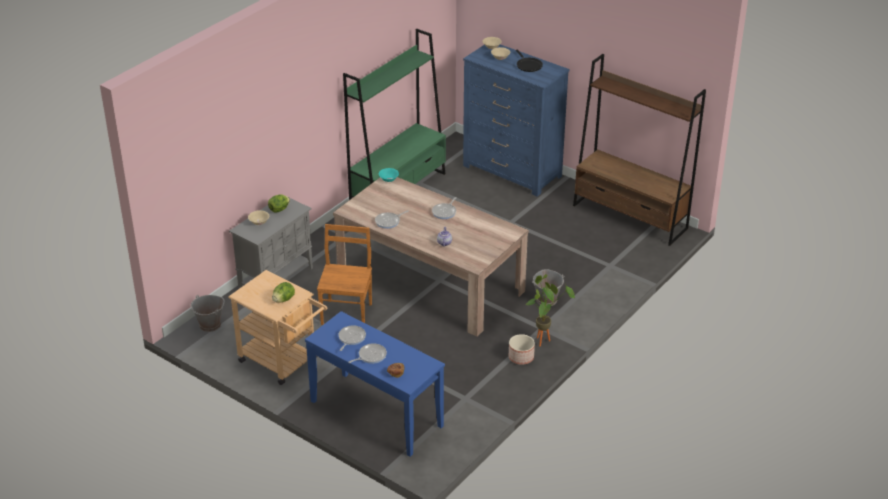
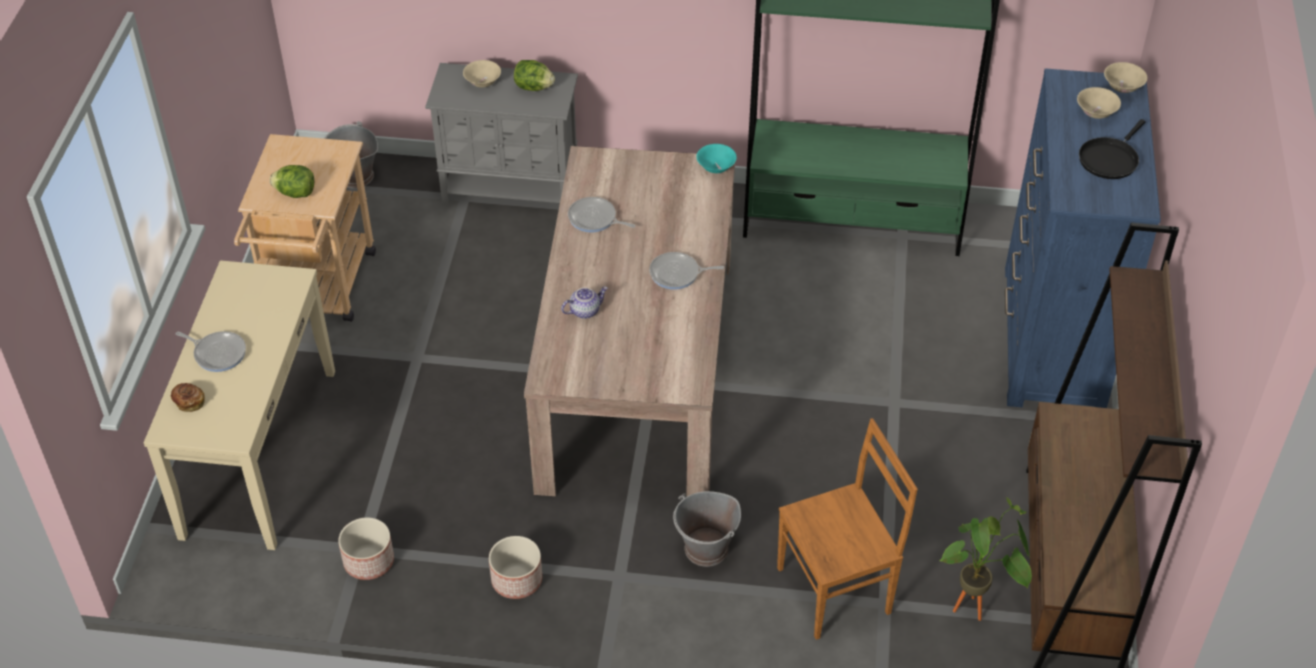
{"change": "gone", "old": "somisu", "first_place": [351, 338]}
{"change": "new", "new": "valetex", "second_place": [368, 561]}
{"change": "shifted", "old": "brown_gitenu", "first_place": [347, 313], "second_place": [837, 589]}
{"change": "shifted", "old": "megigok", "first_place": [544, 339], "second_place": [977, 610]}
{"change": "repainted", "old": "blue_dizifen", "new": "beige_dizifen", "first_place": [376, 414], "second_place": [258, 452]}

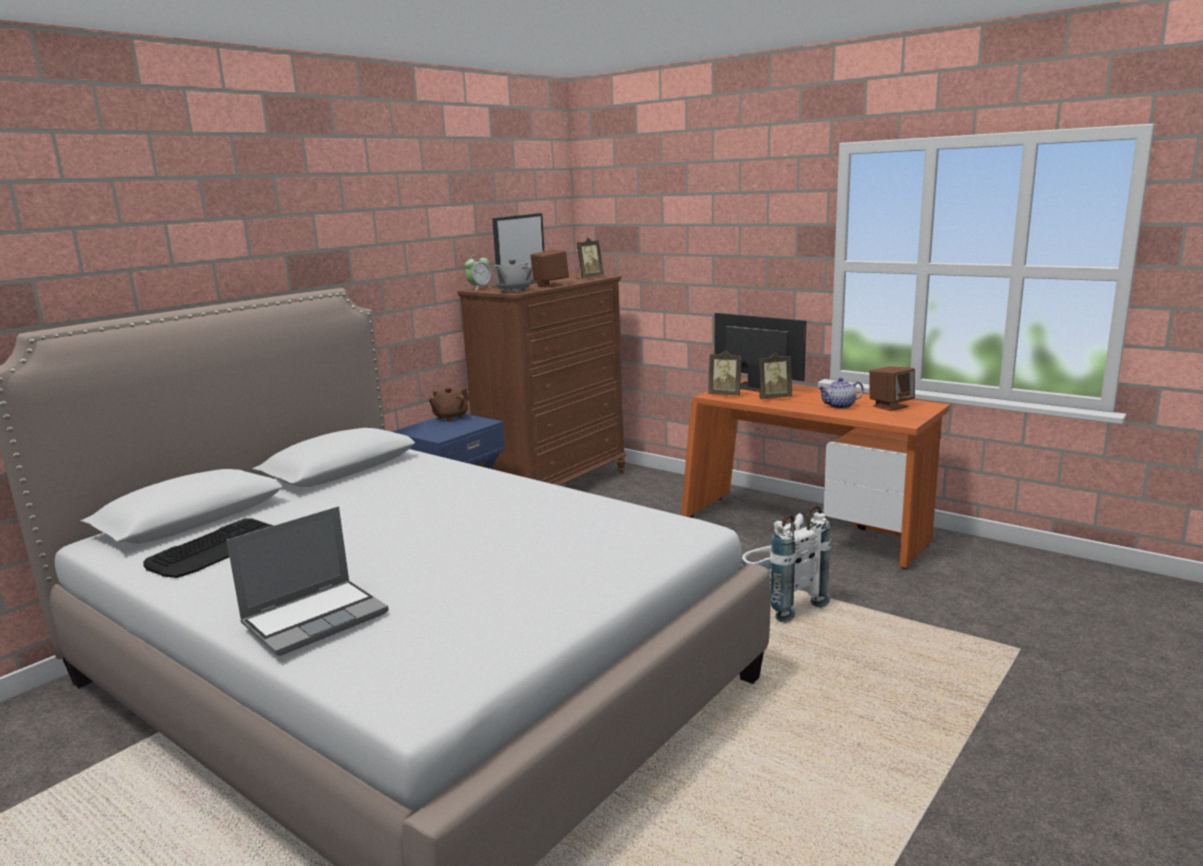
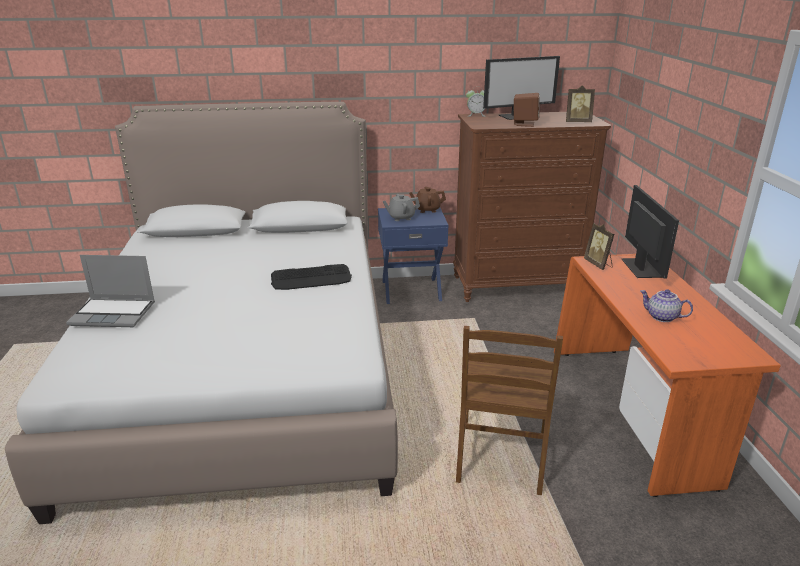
{"change": "gone", "old": "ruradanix", "first_place": [773, 398]}
{"change": "gone", "old": "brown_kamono", "first_place": [890, 406]}
{"change": "shifted", "old": "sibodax", "first_place": [215, 549], "second_place": [311, 278]}
{"change": "shifted", "old": "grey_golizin", "first_place": [514, 291], "second_place": [401, 217]}
{"change": "swapped", "old": "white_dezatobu", "new": "brown_gitenu", "first_place": [780, 603], "second_place": [501, 457]}

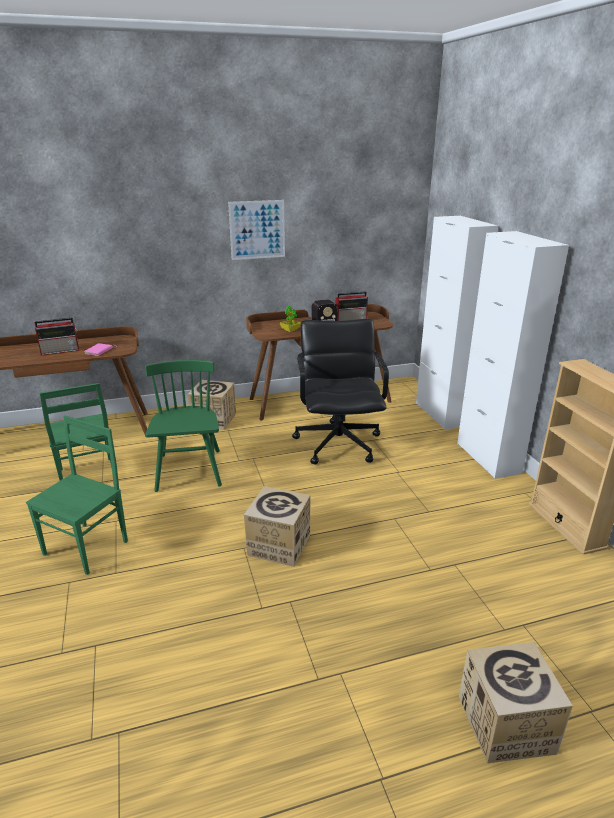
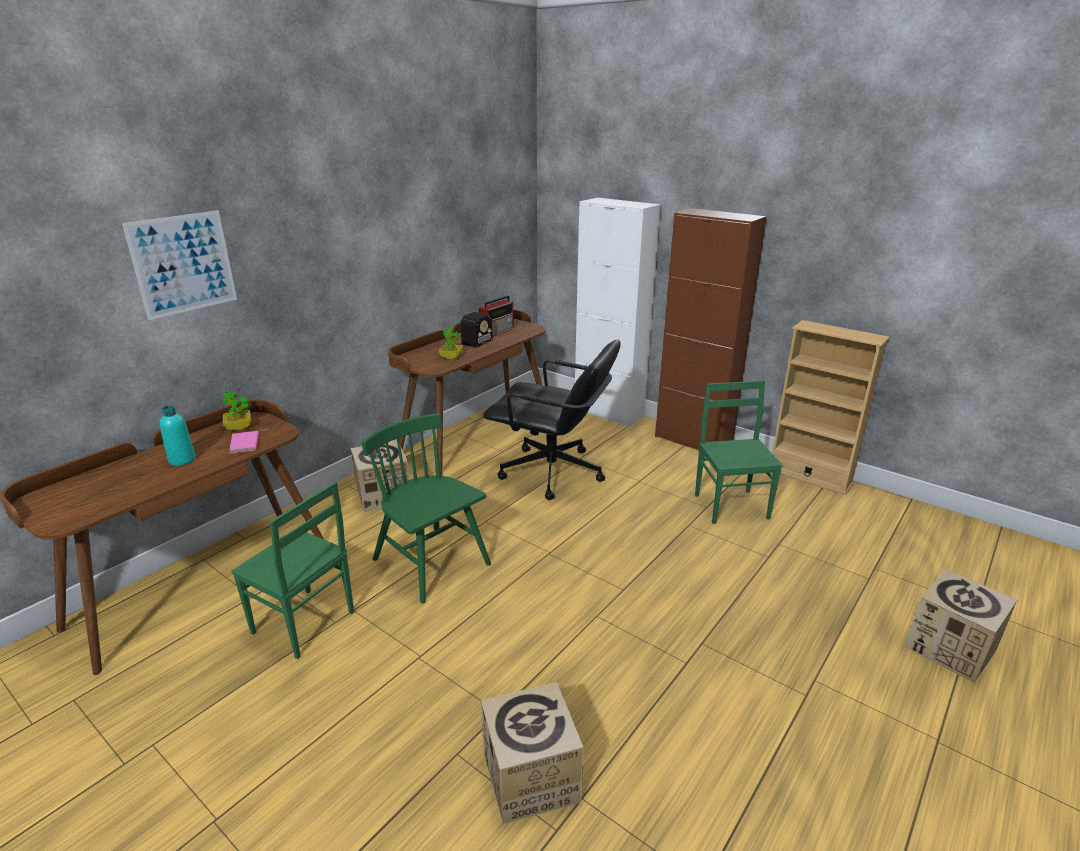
{"change": "new", "new": "megigok", "second_place": [239, 427]}
{"change": "shifted", "old": "green_gitenu", "first_place": [88, 547], "second_place": [731, 506]}
{"change": "shifted", "old": "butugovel", "first_place": [257, 230], "second_place": [183, 264]}
{"change": "shifted", "old": "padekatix", "first_place": [279, 545], "second_place": [530, 777]}
{"change": "swapped", "old": "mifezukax", "new": "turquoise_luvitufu", "first_place": [61, 351], "second_place": [182, 460]}
{"change": "repainted", "old": "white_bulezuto", "new": "brown_bulezuto", "first_place": [488, 458], "second_place": [693, 441]}
{"change": "rotated", "old": "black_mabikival", "first_place": [339, 443], "second_place": [553, 473], "degrees": 150}

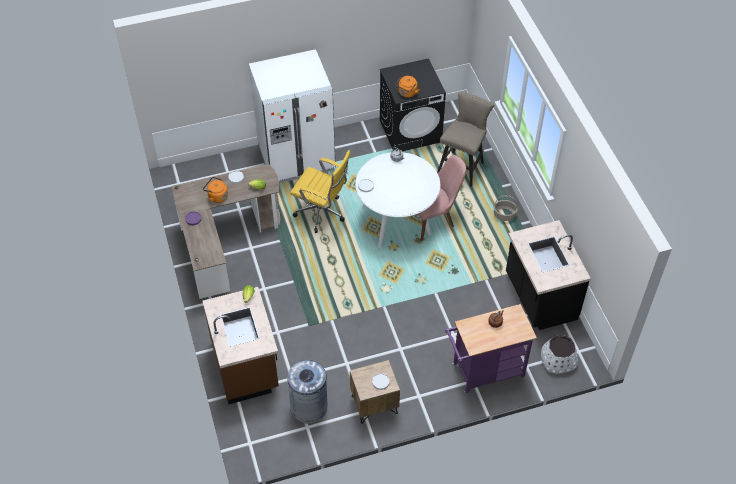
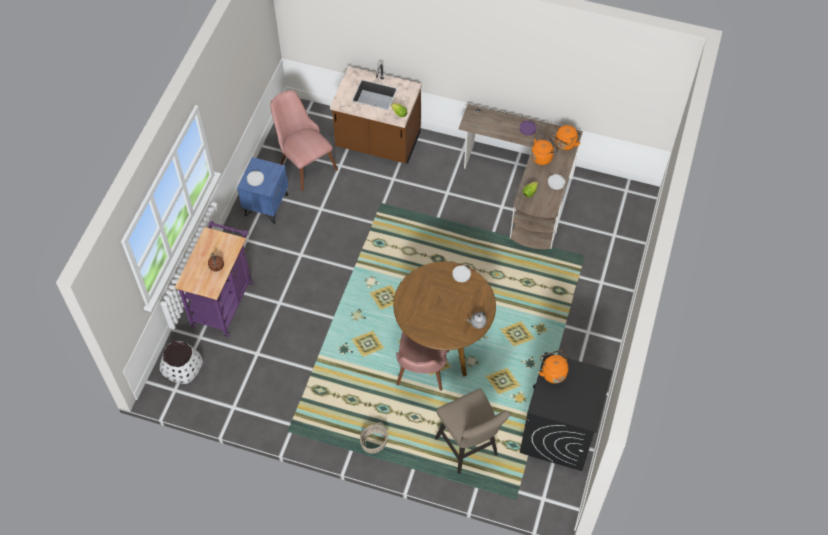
{"change": "gone", "old": "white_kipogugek", "first_place": [296, 158]}
{"change": "gone", "old": "yellow_mabikival", "first_place": [322, 213]}
{"change": "gone", "old": "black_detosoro", "first_place": [539, 297]}
{"change": "new", "new": "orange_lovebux", "second_place": [564, 144]}
{"change": "swapped", "old": "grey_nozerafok", "new": "pink_gitenu", "first_place": [309, 407], "second_place": [304, 162]}
{"change": "repainted", "old": "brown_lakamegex", "new": "blue_lakamegex", "first_place": [374, 405], "second_place": [266, 205]}
{"change": "repainted", "old": "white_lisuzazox", "new": "brown_lisuzazox", "first_place": [396, 221], "second_place": [443, 339]}

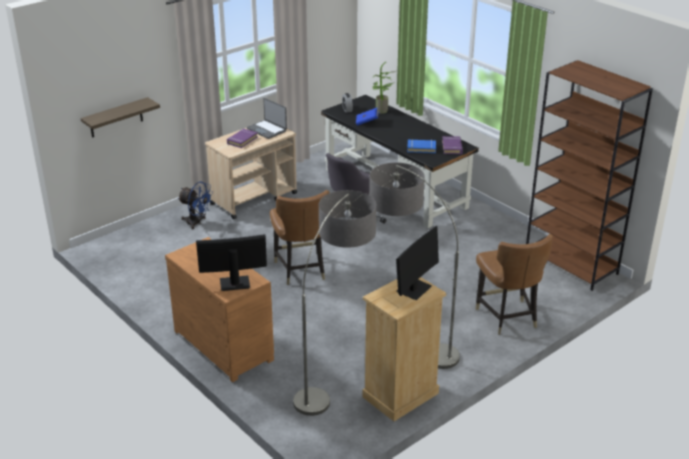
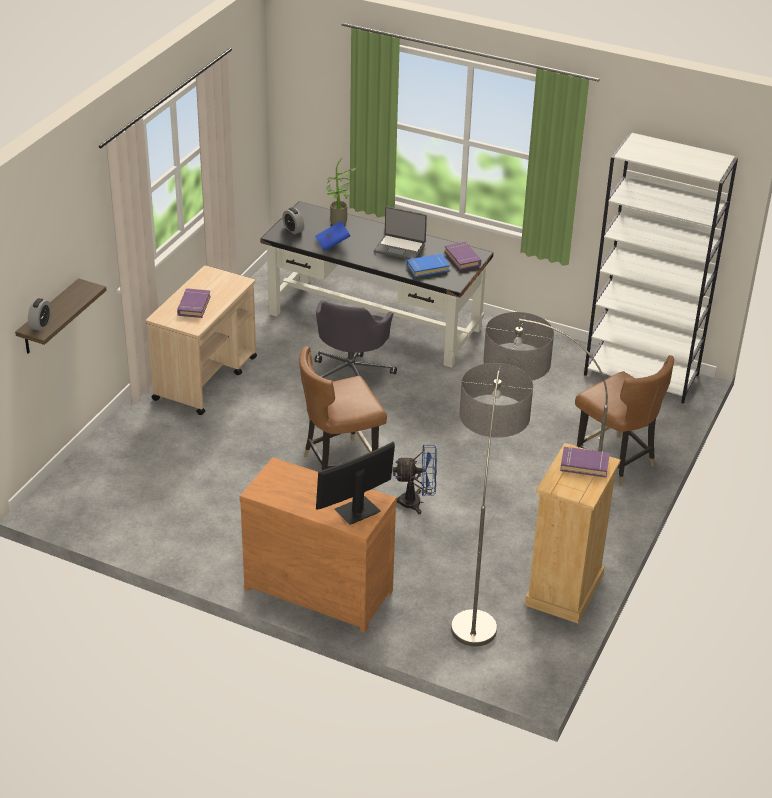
{"change": "new", "new": "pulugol", "second_place": [41, 324]}
{"change": "shifted", "old": "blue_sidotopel", "first_place": [197, 222], "second_place": [416, 502]}
{"change": "shifted", "old": "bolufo", "first_place": [267, 130], "second_place": [400, 248]}
{"change": "swapped", "old": "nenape", "new": "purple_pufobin", "first_place": [414, 289], "second_place": [584, 465]}
{"change": "repainted", "old": "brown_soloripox", "new": "white_soloripox", "first_place": [571, 264], "second_place": [642, 375]}
{"change": "rotated", "old": "brown_gitenu", "first_place": [301, 270], "second_place": [339, 463], "degrees": 105}

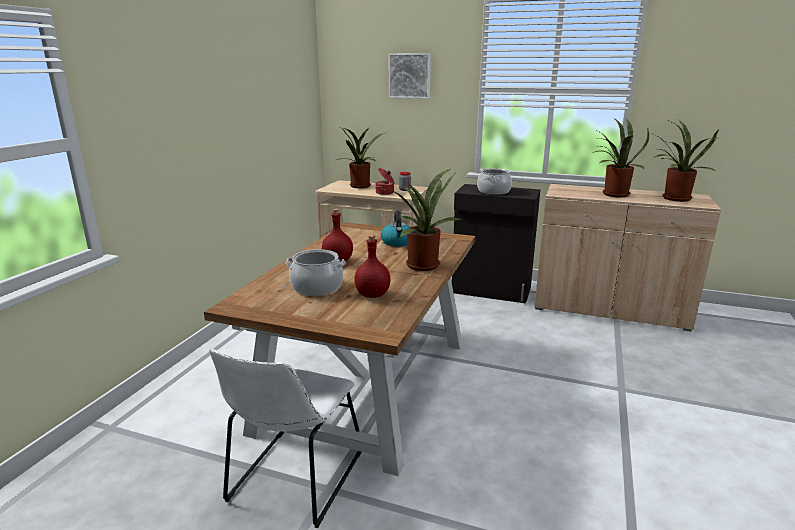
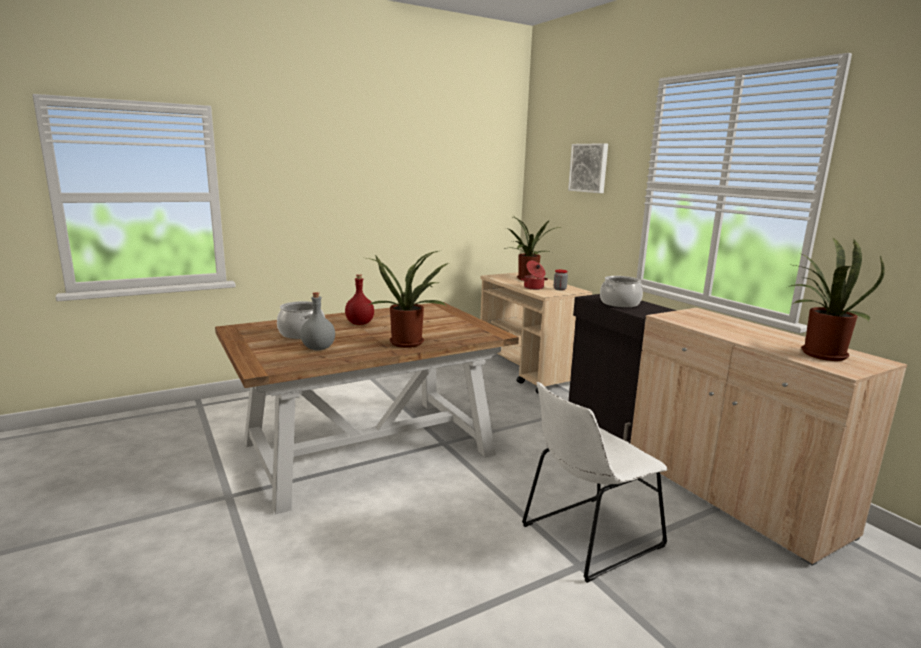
{"change": "gone", "old": "lovebux", "first_place": [398, 242]}
{"change": "gone", "old": "megigok", "first_place": [612, 194]}
{"change": "shifted", "old": "white_gitenu", "first_place": [294, 479], "second_place": [587, 537]}
{"change": "repainted", "old": "red_luvitufu", "new": "grey_luvitufu", "first_place": [372, 295], "second_place": [317, 348]}

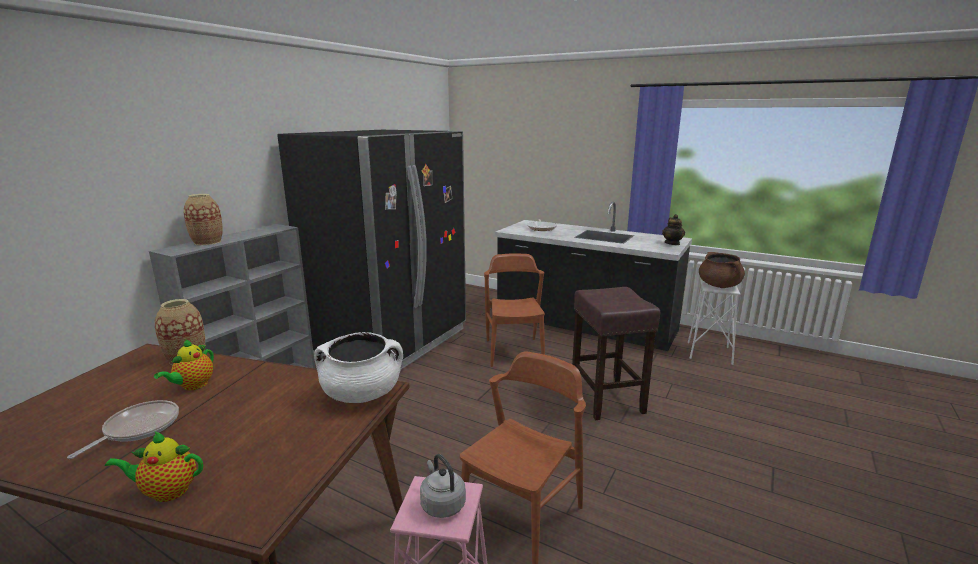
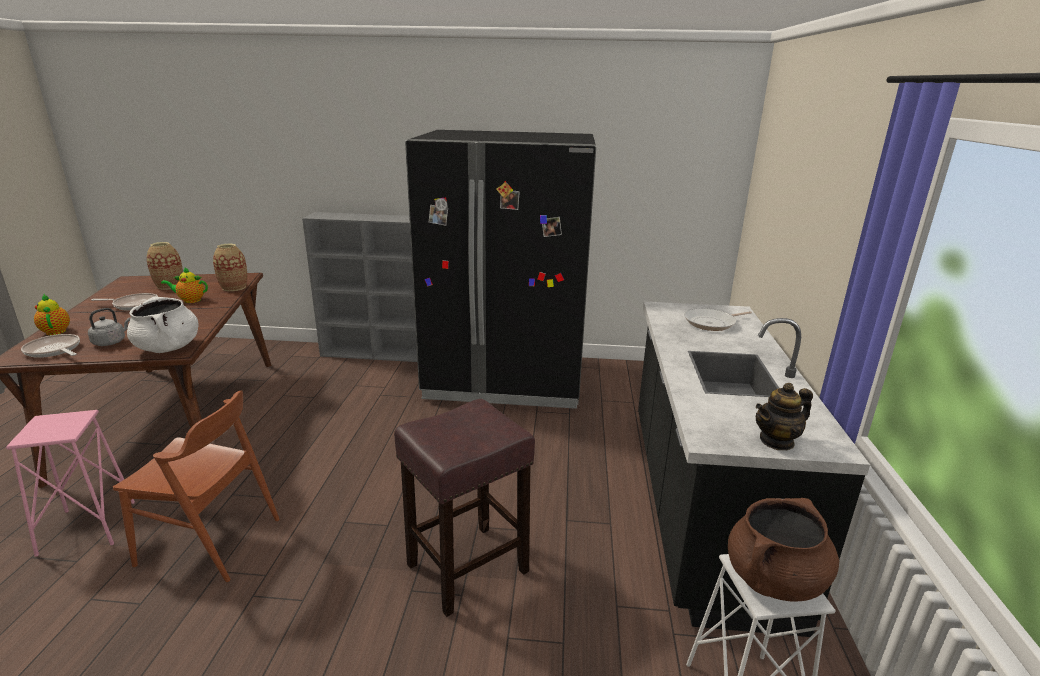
{"change": "gone", "old": "brown_gitenu", "first_place": [514, 352]}
{"change": "new", "new": "somisu", "second_place": [54, 350]}
{"change": "shifted", "old": "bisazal", "first_place": [207, 242], "second_place": [169, 286]}
{"change": "shifted", "old": "grey_lovebux", "first_place": [442, 504], "second_place": [111, 342]}

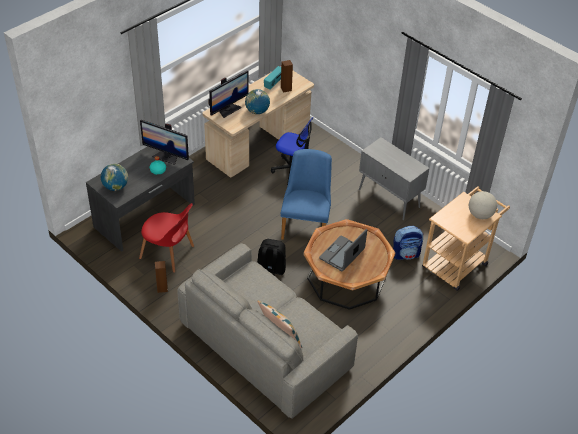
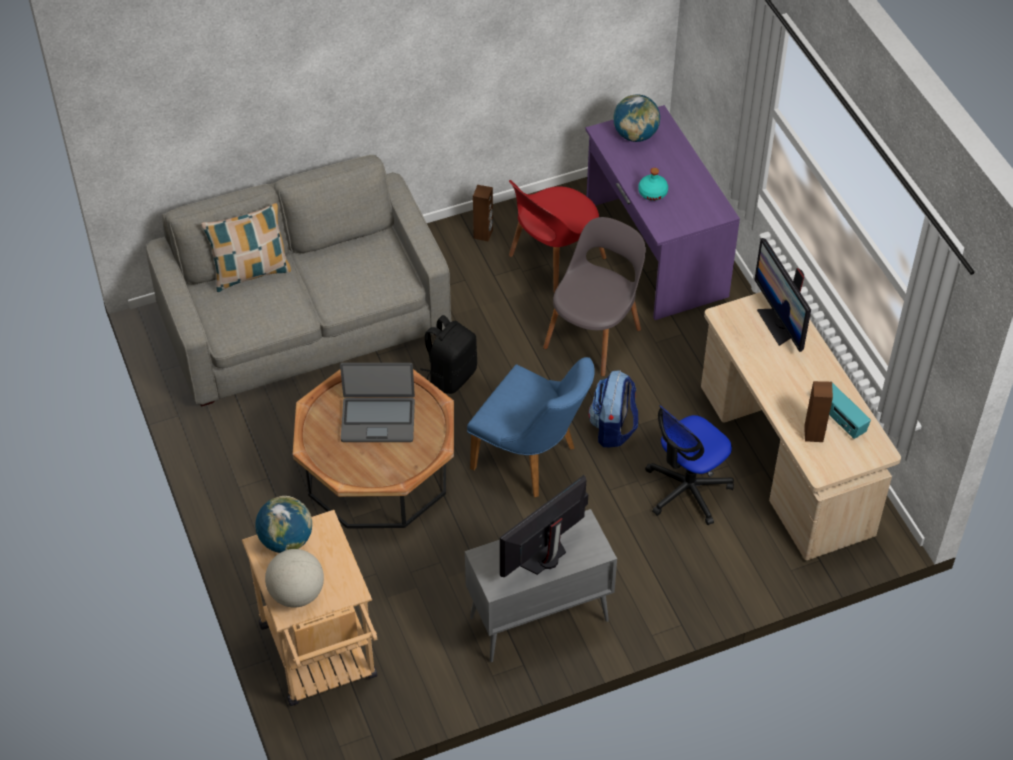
{"change": "new", "new": "grey_gitenu", "second_place": [594, 335]}
{"change": "shifted", "old": "nenape", "first_place": [167, 156], "second_place": [544, 557]}
{"change": "shifted", "old": "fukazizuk", "first_place": [257, 111], "second_place": [286, 540]}
{"change": "shifted", "old": "dezatobu", "first_place": [406, 254], "second_place": [613, 428]}
{"change": "repainted", "old": "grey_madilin", "new": "purple_madilin", "first_place": [145, 216], "second_place": [654, 251]}
{"change": "rotated", "old": "bolufo", "first_place": [342, 254], "second_place": [378, 419], "degrees": 120}

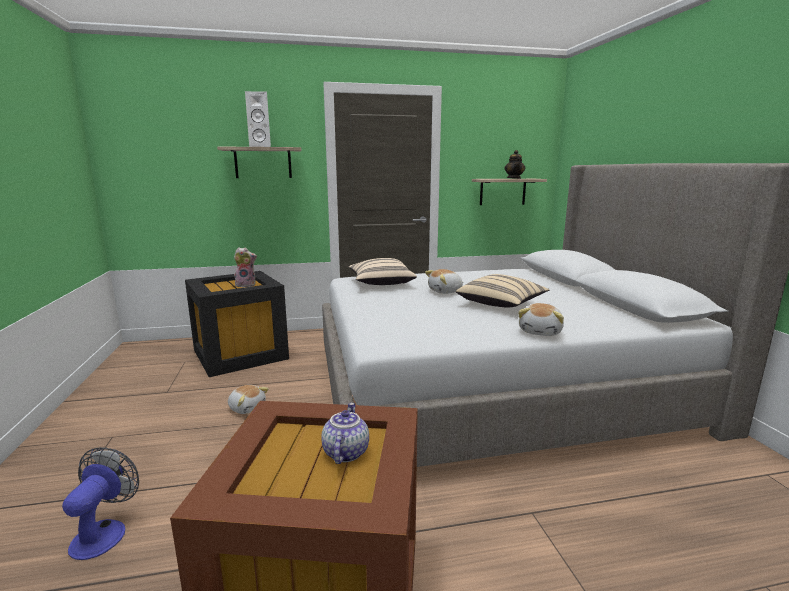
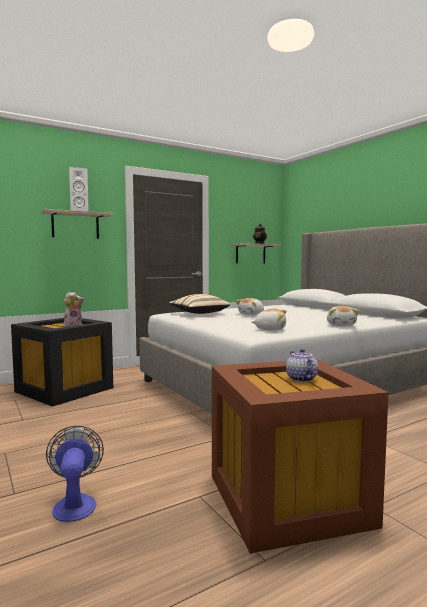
{"change": "gone", "old": "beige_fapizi", "first_place": [501, 304]}
{"change": "shifted", "old": "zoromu", "first_place": [247, 407], "second_place": [270, 329]}

